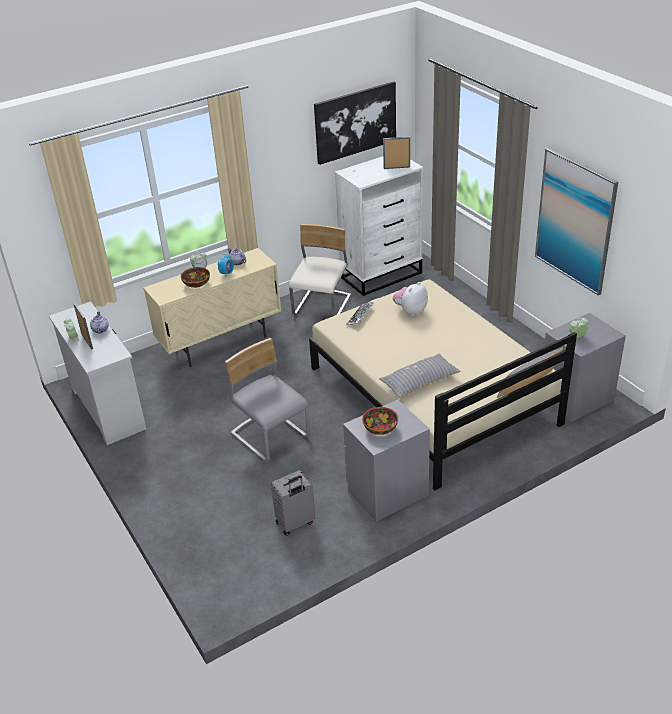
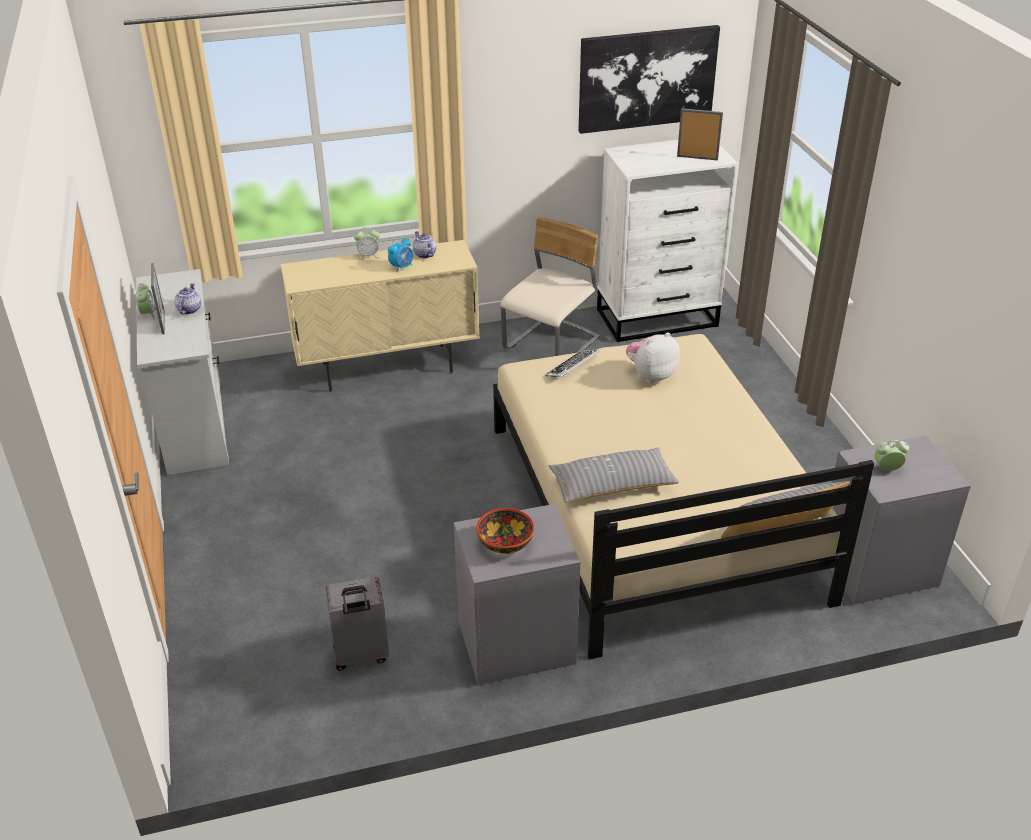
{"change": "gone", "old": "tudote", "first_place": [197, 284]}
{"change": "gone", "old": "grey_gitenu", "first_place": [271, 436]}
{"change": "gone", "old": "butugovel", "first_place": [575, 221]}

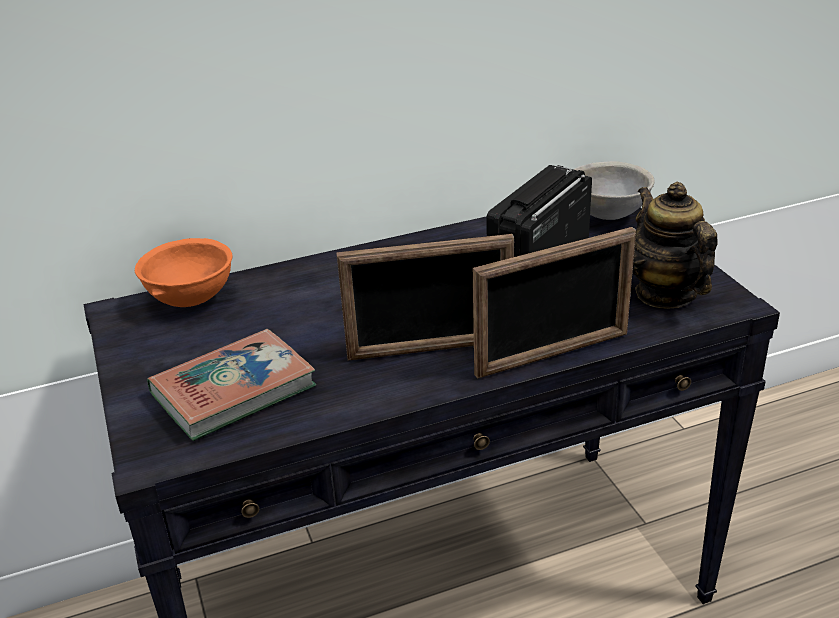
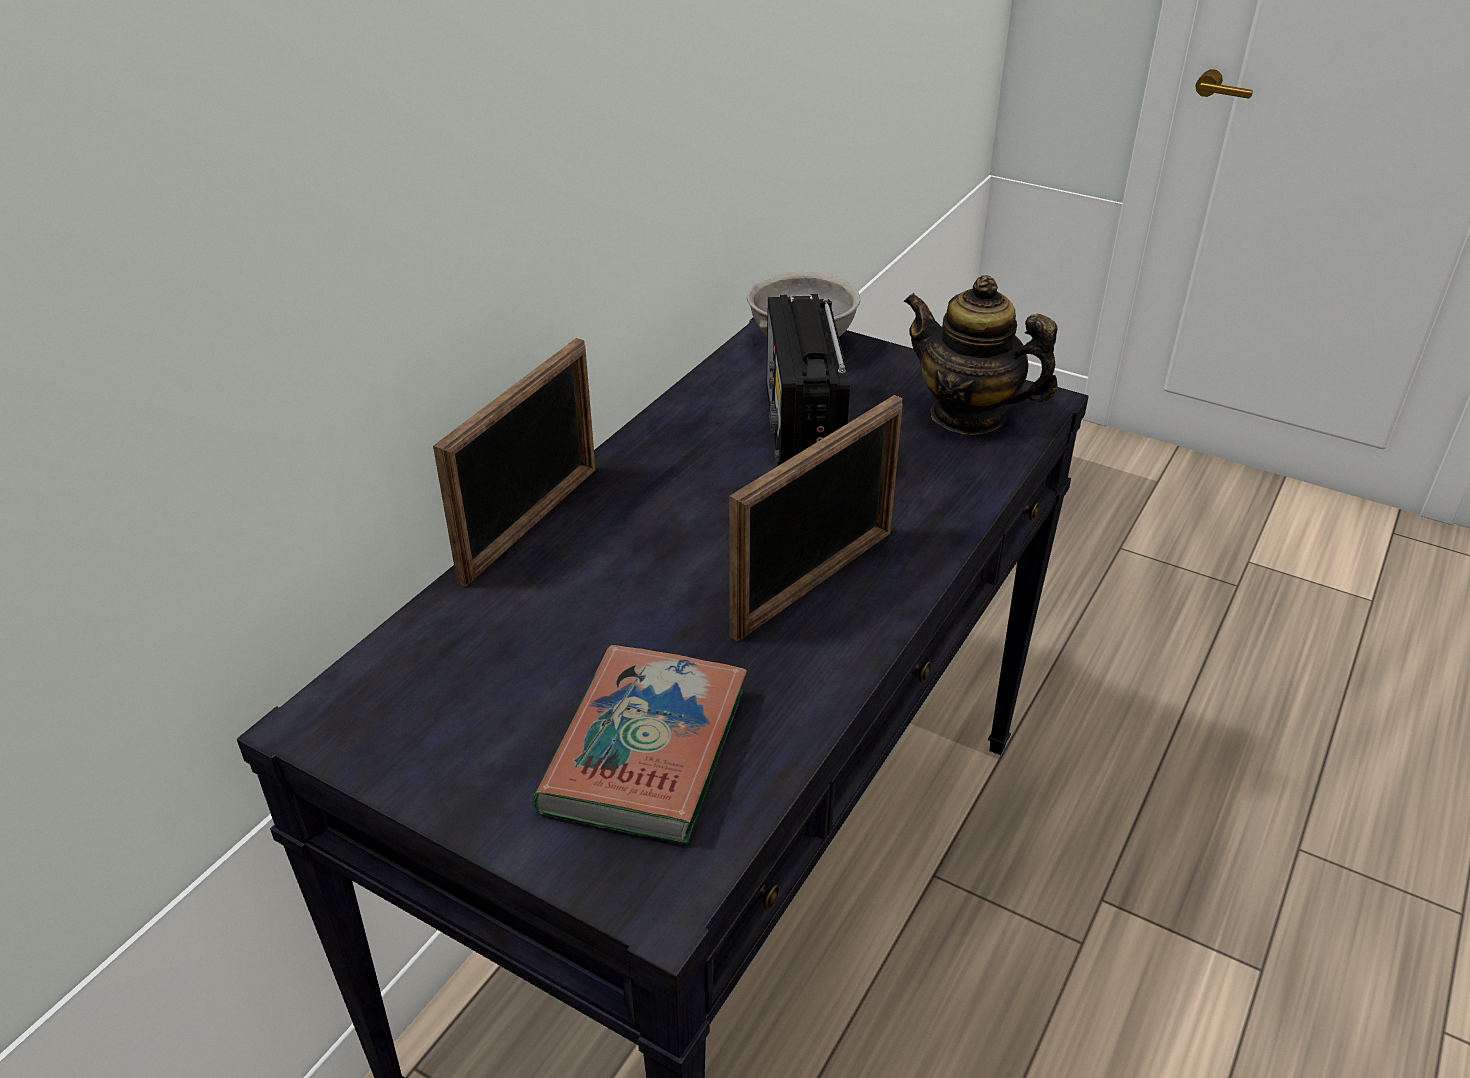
{"change": "gone", "old": "orange_tudote", "first_place": [190, 300]}
{"change": "shifted", "old": "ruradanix", "first_place": [553, 354], "second_place": [531, 524]}

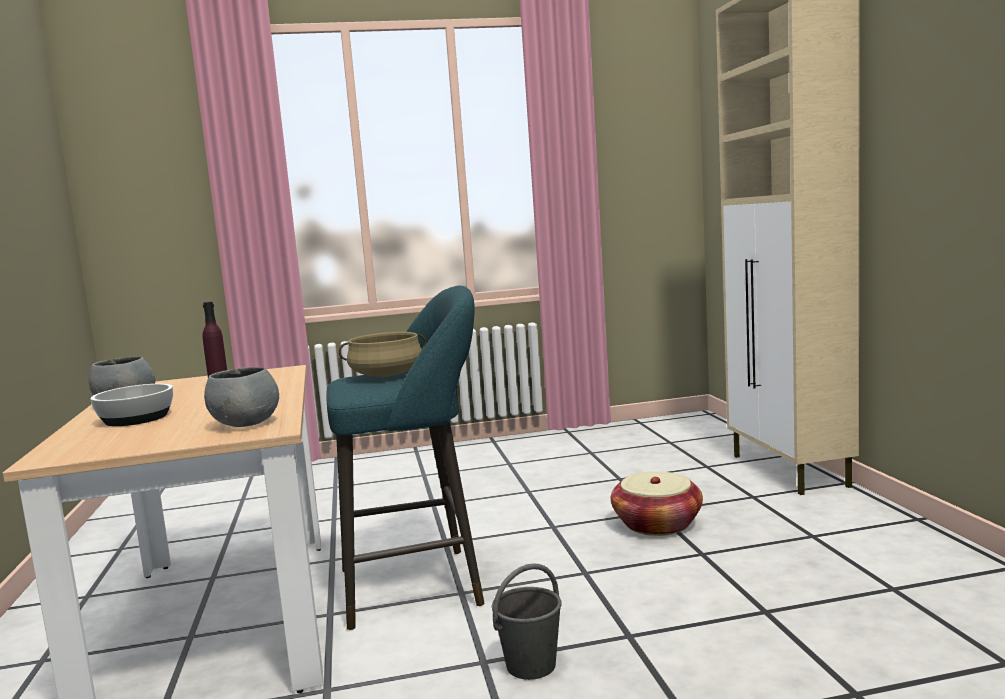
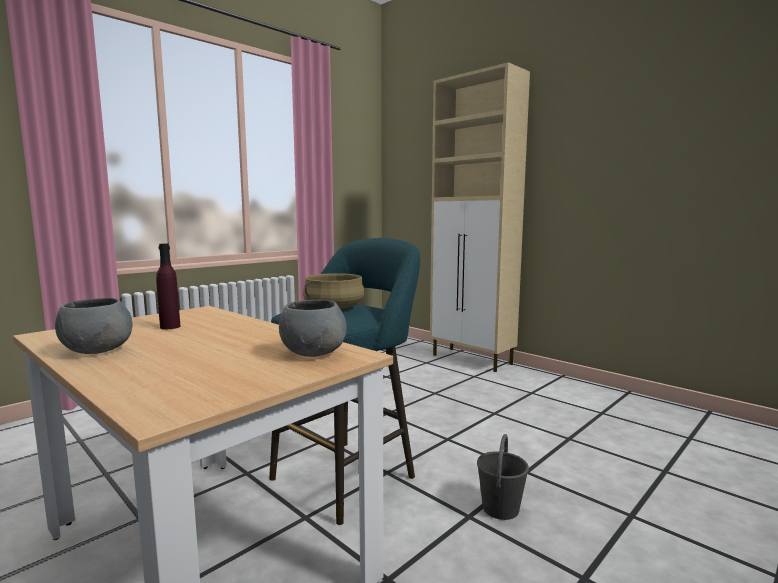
{"change": "gone", "old": "tudote", "first_place": [135, 418]}
{"change": "gone", "old": "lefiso", "first_place": [657, 524]}

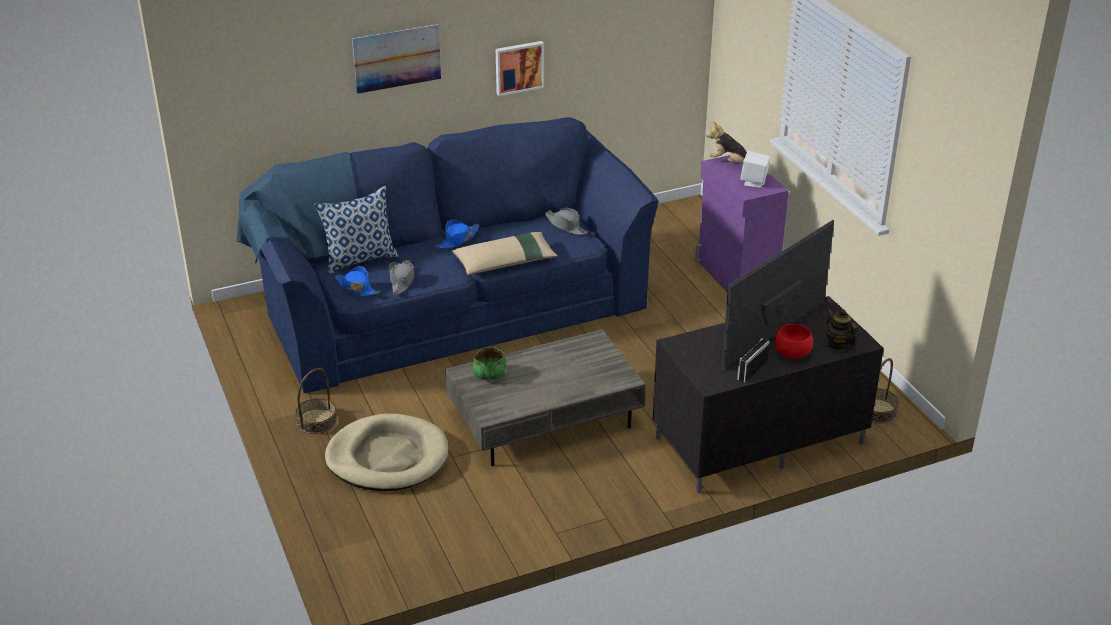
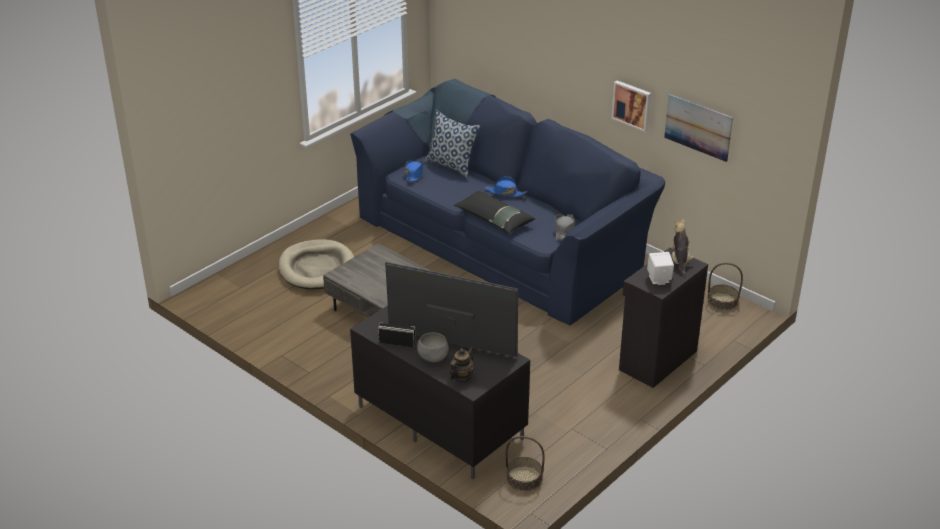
{"change": "gone", "old": "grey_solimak", "first_place": [402, 281]}
{"change": "gone", "old": "green_tudote", "first_place": [489, 374]}
{"change": "shifted", "old": "lefiso", "first_place": [316, 421], "second_place": [722, 301]}
{"change": "shifted", "old": "butugovel", "first_place": [397, 58], "second_place": [698, 127]}
{"change": "repainted", "old": "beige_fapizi", "new": "black_fapizi", "first_place": [505, 262], "second_place": [494, 219]}
{"change": "repainted", "old": "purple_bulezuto", "new": "black_bulezuto", "first_place": [735, 277], "second_place": [656, 360]}
{"change": "repainted", "old": "red_tudote", "new": "grey_tudote", "first_place": [792, 353], "second_place": [432, 356]}

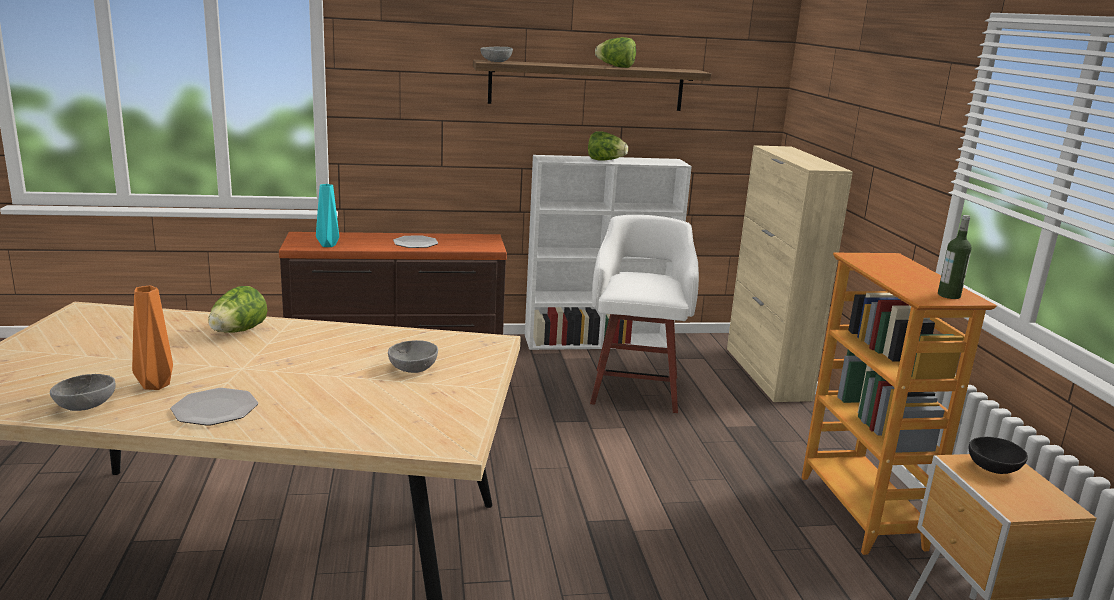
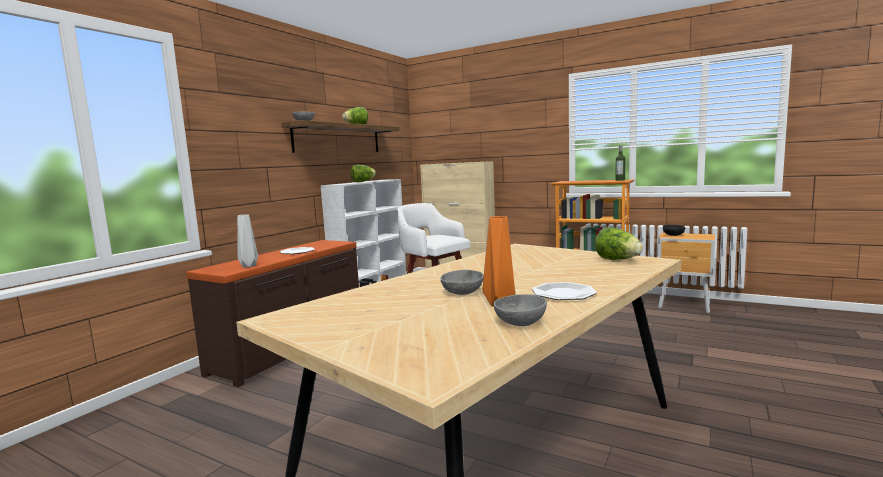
{"change": "shifted", "old": "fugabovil", "first_place": [238, 332], "second_place": [617, 260]}
{"change": "shifted", "old": "grey_tudote", "first_place": [412, 369], "second_place": [463, 293]}
{"change": "repainted", "old": "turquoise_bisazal", "new": "grey_bisazal", "first_place": [328, 245], "second_place": [249, 266]}

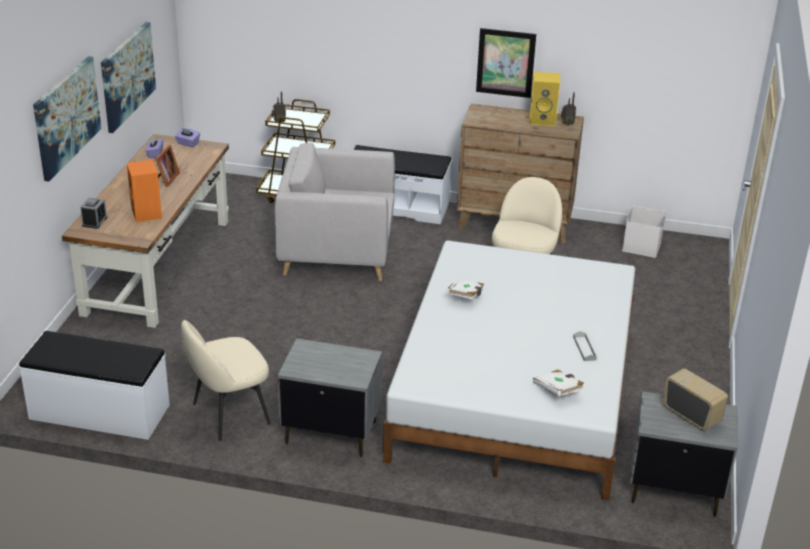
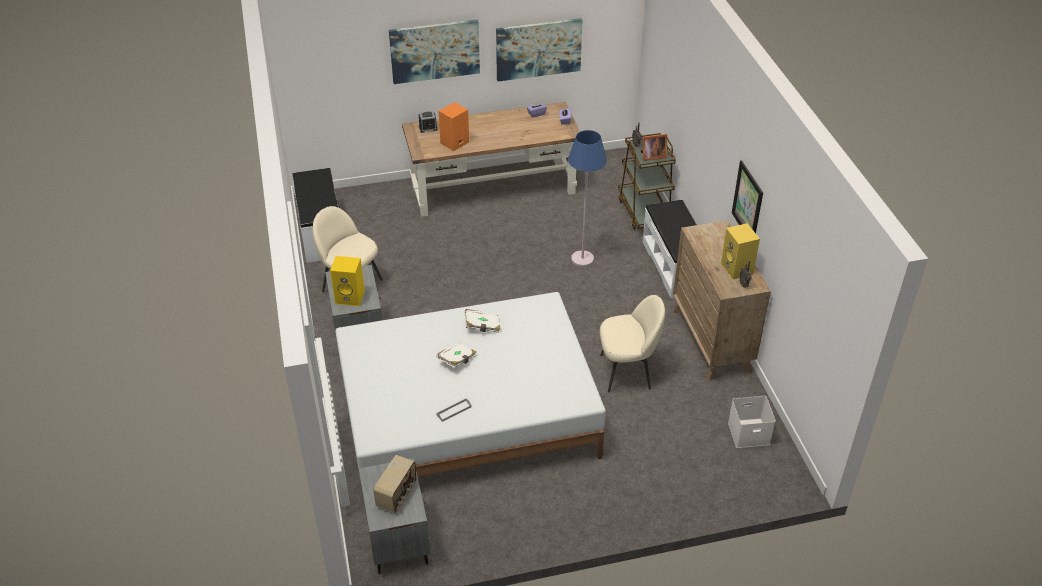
{"change": "new", "new": "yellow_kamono", "second_place": [351, 297]}
{"change": "shifted", "old": "ruradanix", "first_place": [166, 179], "second_place": [652, 156]}
{"change": "shifted", "old": "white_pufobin", "first_place": [558, 391], "second_place": [457, 360]}
{"change": "swapped", "old": "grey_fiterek", "new": "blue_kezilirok", "first_place": [337, 250], "second_place": [582, 259]}

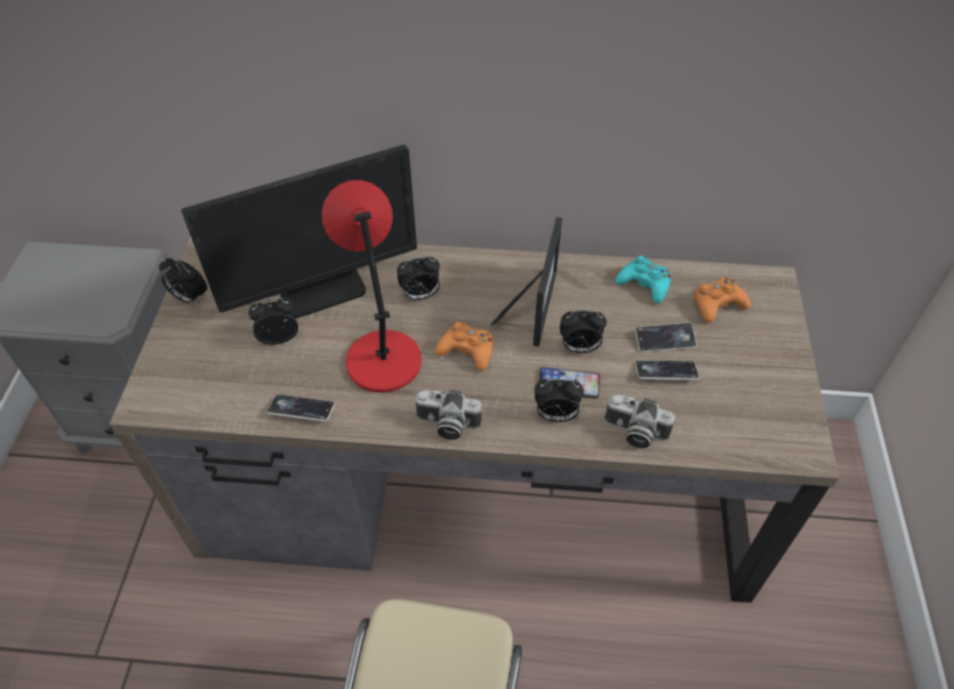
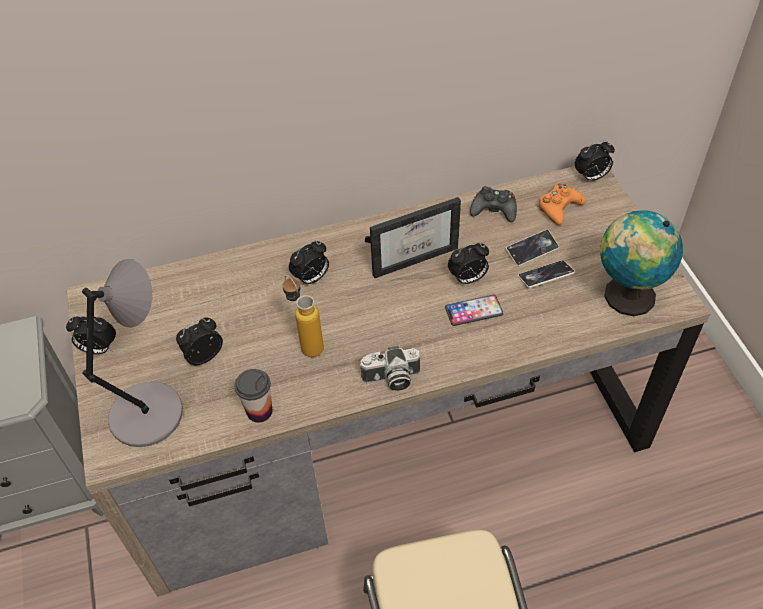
{"change": "gone", "old": "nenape", "first_place": [322, 289]}
{"change": "gone", "old": "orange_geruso", "first_place": [467, 351]}
{"change": "gone", "old": "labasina", "first_place": [634, 432]}
{"change": "new", "new": "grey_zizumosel", "second_place": [150, 411]}
{"change": "new", "new": "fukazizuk", "second_place": [625, 296]}
{"change": "shifted", "old": "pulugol", "first_place": [555, 415], "second_place": [591, 177]}
{"change": "swapped", "old": "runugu", "new": "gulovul", "first_place": [302, 410], "second_place": [259, 411]}
{"change": "swapped", "old": "red_zizumosel", "new": "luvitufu", "first_place": [382, 358], "second_place": [306, 343]}
{"change": "repainted", "old": "turquoise_geruso", "new": "black_geruso", "first_place": [644, 284], "second_place": [494, 209]}
{"change": "rotated", "old": "ruradanix", "first_place": [535, 304], "second_place": [413, 254], "degrees": 75}

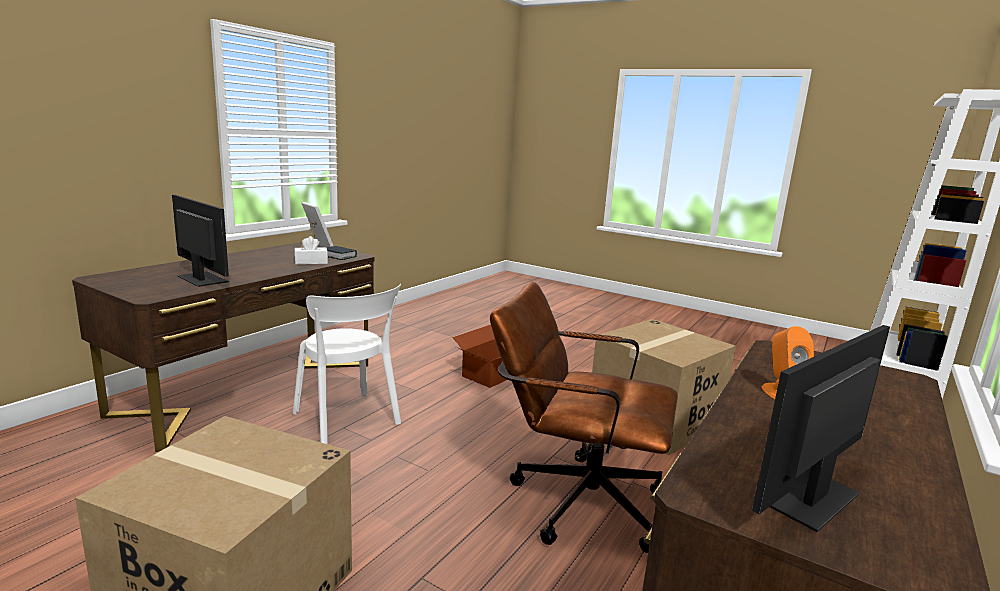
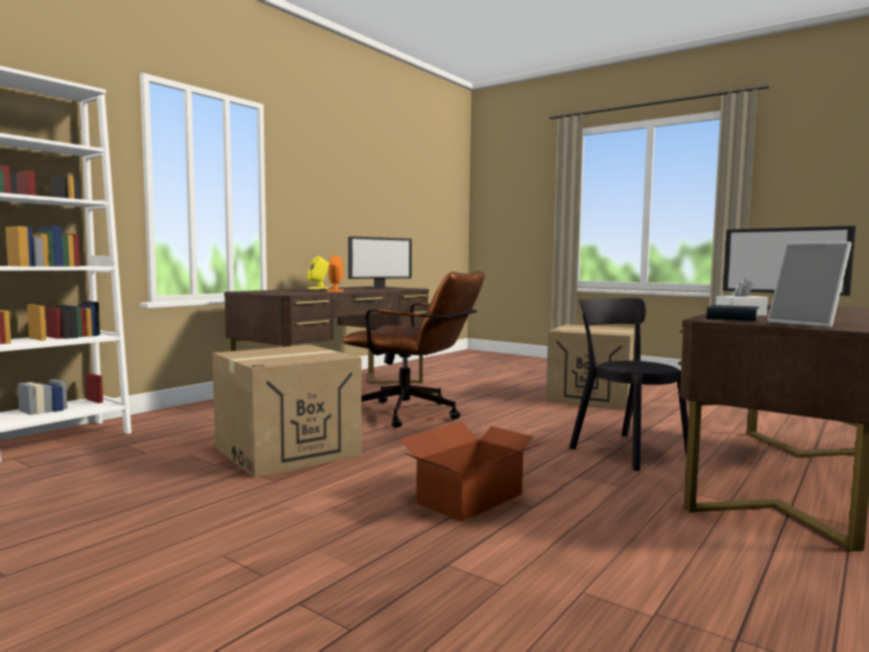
{"change": "new", "new": "yellow_kamono", "second_place": [318, 288]}
{"change": "repainted", "old": "white_gitenu", "new": "black_gitenu", "first_place": [348, 420], "second_place": [624, 450]}

